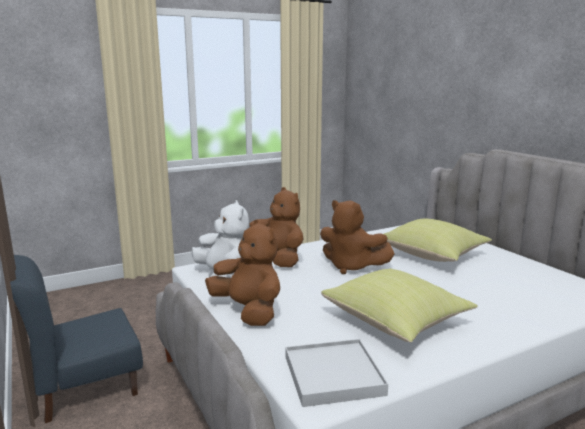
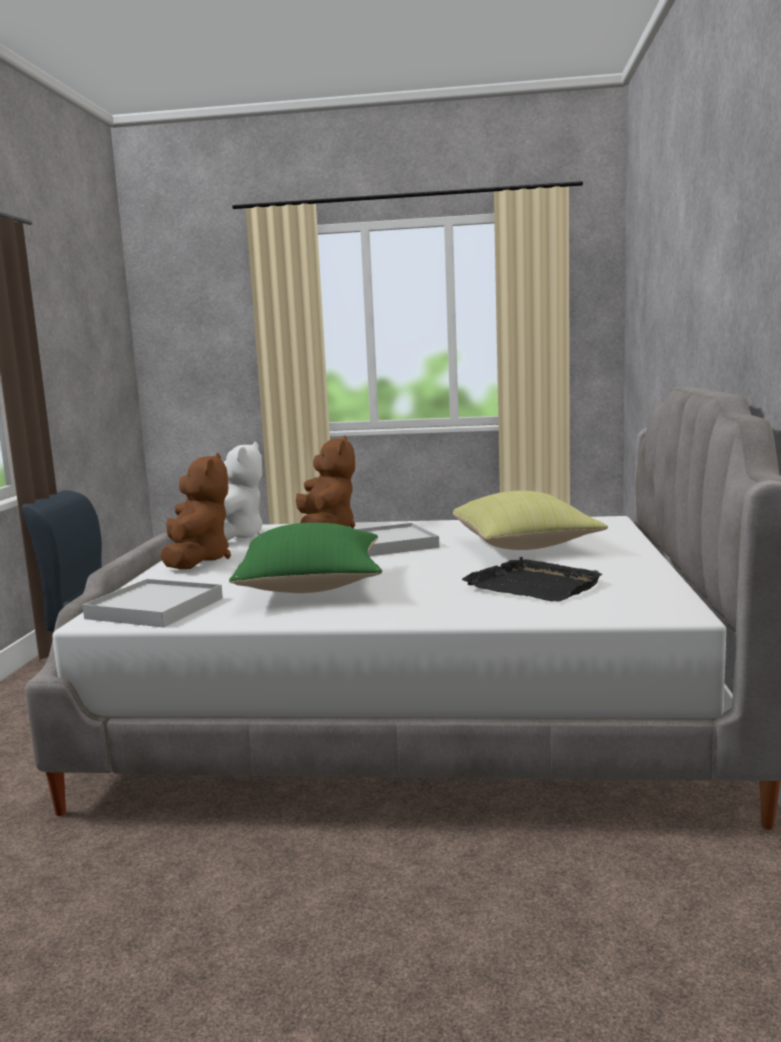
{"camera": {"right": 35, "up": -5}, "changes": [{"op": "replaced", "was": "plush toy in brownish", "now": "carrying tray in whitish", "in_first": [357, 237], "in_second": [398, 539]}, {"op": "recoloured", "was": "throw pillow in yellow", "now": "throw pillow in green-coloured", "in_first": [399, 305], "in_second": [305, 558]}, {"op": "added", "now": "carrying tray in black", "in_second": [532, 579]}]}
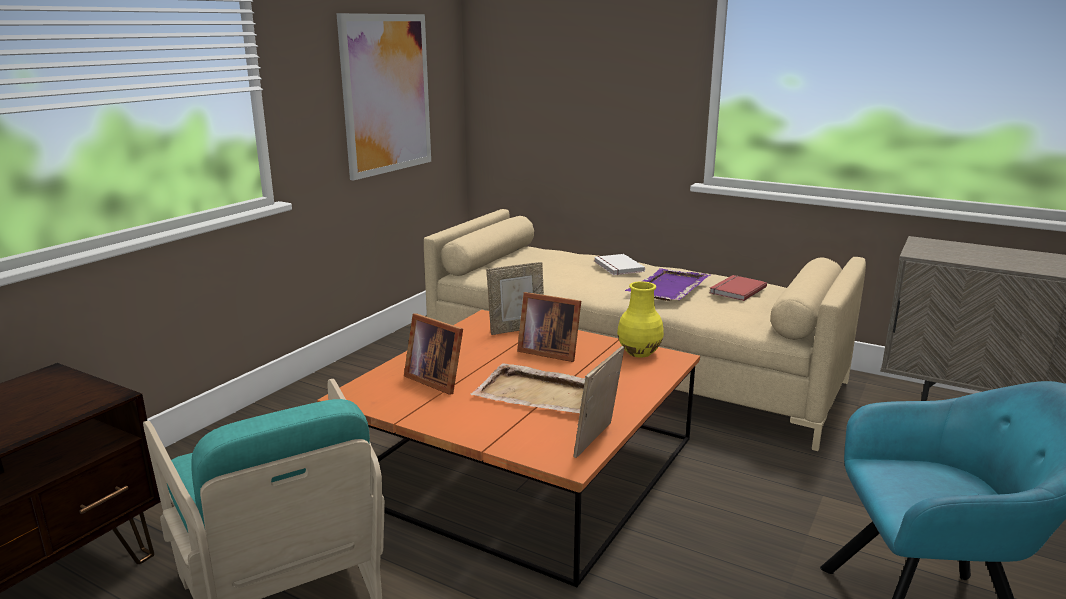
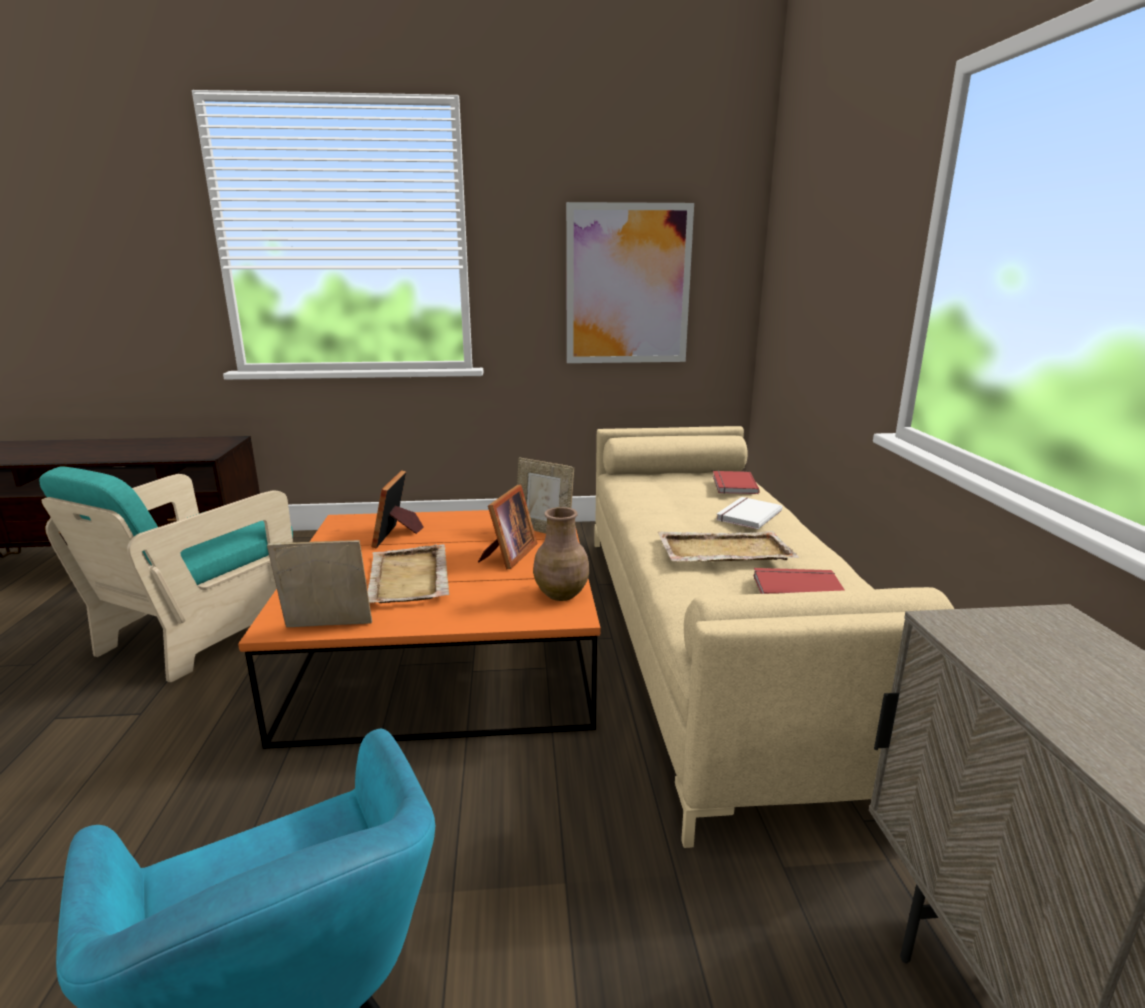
{"camera": {"right": 55, "up": 0}, "changes": [{"op": "turned", "was": "photo frame", "in_first": [549, 327], "in_second": [507, 527], "clockwise": -150}, {"op": "recoloured", "was": "vase in yellow", "now": "vase in brownish", "in_first": [640, 319], "in_second": [561, 554]}, {"op": "recoloured", "was": "carrying tray in purple", "now": "carrying tray in sand-coloured", "in_first": [667, 284], "in_second": [728, 546]}, {"op": "added", "now": "bound book in reddish", "in_second": [736, 482]}]}
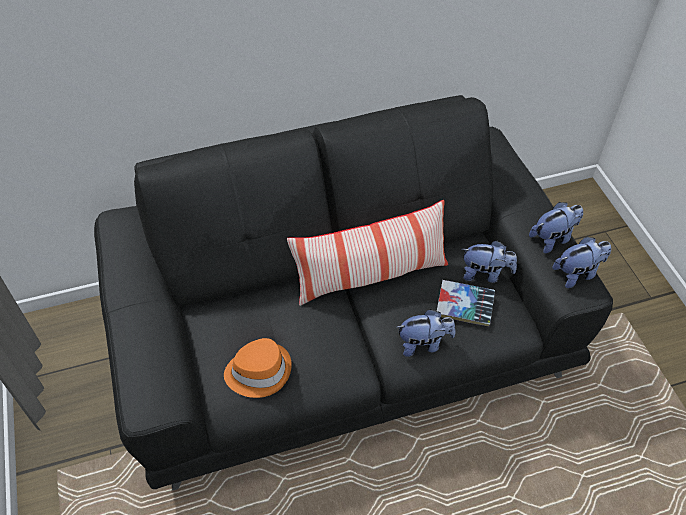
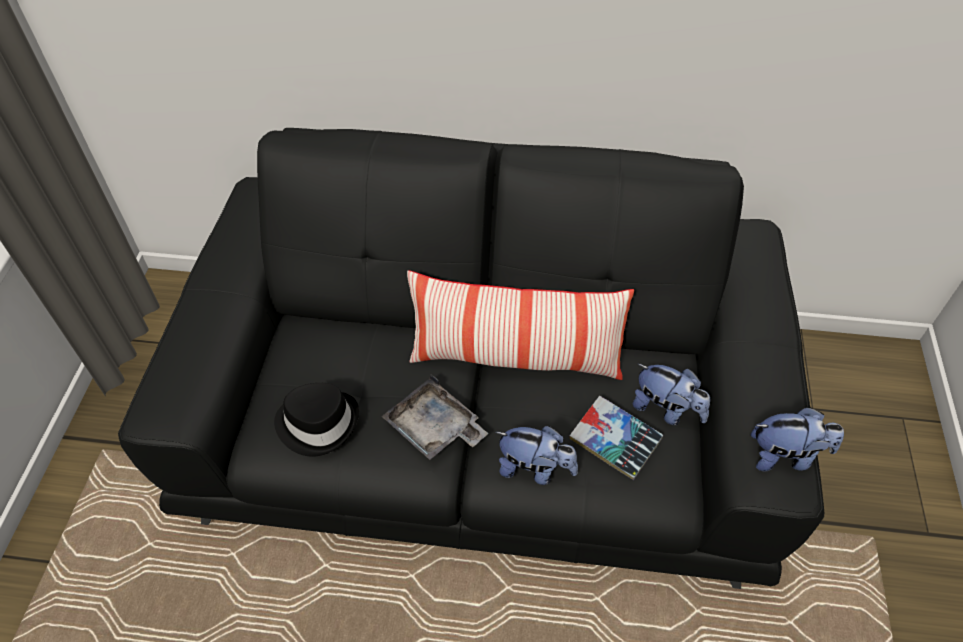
{"camera": {"right": 25, "up": 0}, "changes": [{"op": "recoloured", "was": "clothing hat in orangey", "now": "clothing hat in black", "in_first": [258, 368], "in_second": [316, 420]}, {"op": "removed", "was": "plush toy", "in_first": [556, 227]}, {"op": "added", "now": "carrying tray in grey", "in_second": [435, 417]}]}
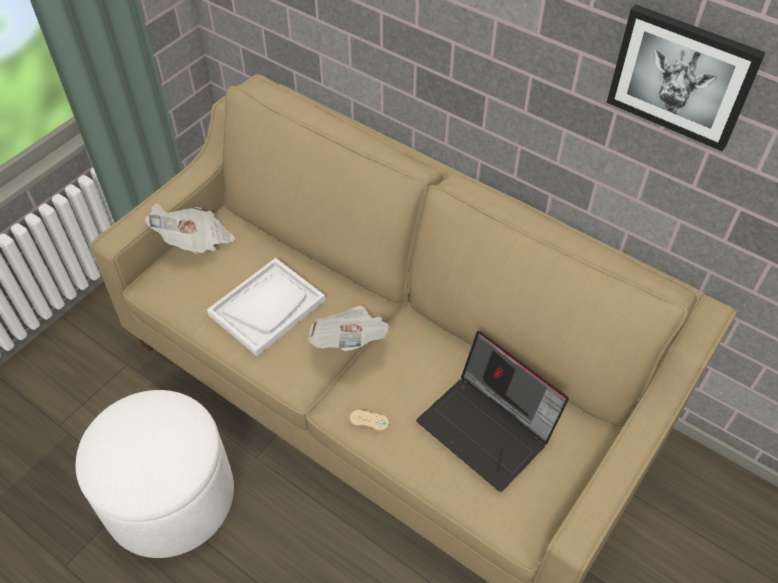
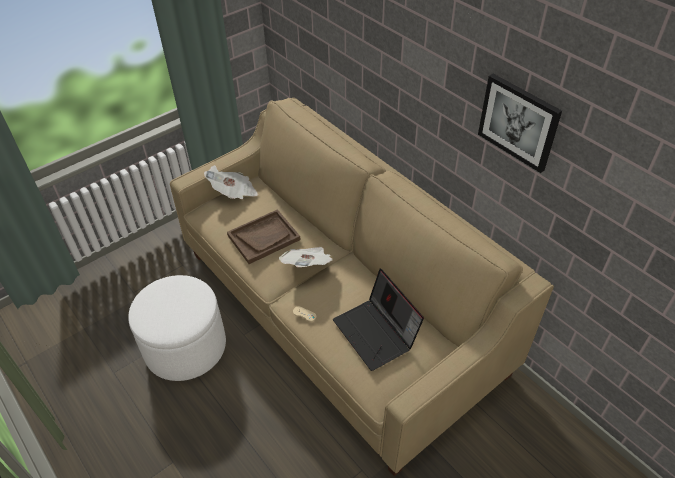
{"camera": {"right": 15, "up": -5}, "changes": [{"op": "recoloured", "was": "carrying tray in whitish", "now": "carrying tray in brownish", "in_first": [266, 307], "in_second": [264, 236]}]}
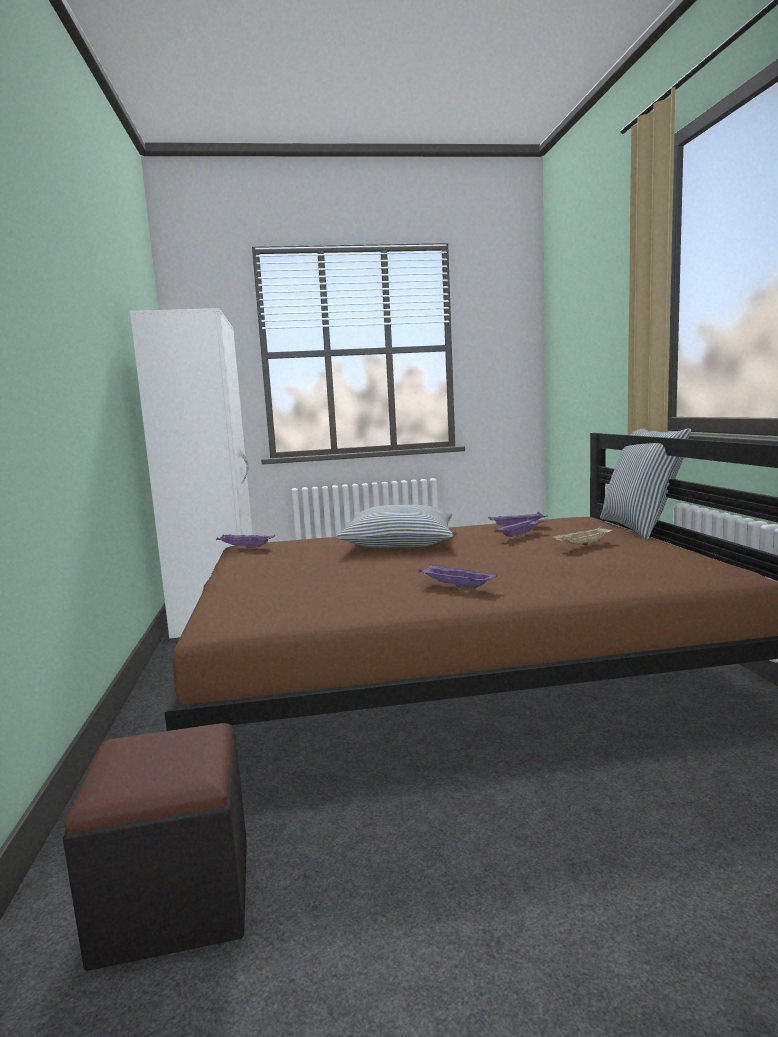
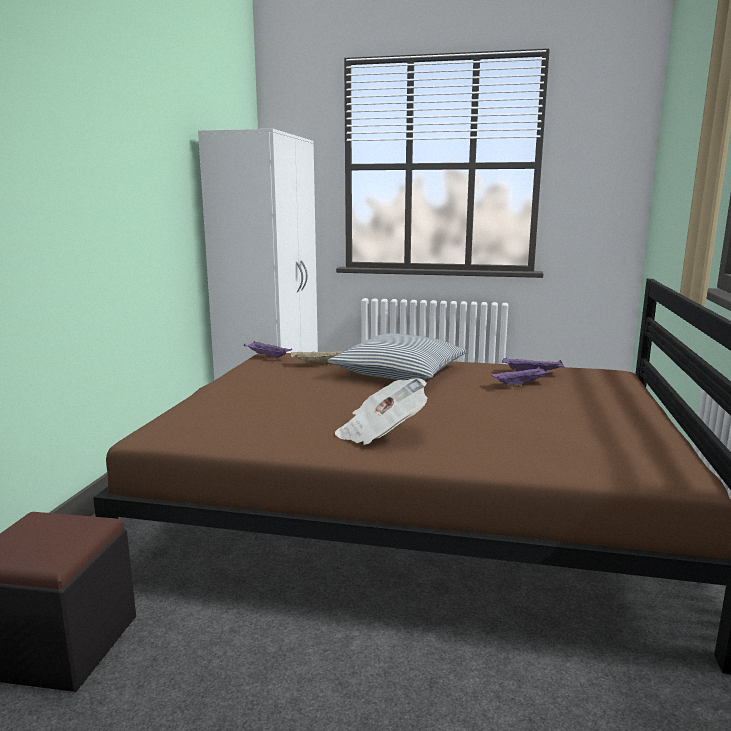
{"camera": {"right": 20, "up": 5}, "changes": [{"op": "replaced", "was": "carrying tray in purple", "now": "printed paper", "in_first": [458, 577], "in_second": [381, 411]}, {"op": "moved", "was": "carrying tray in sand-coloured", "in_first": [582, 536], "in_second": [317, 358]}, {"op": "removed", "was": "throw pillow", "in_first": [645, 484]}]}
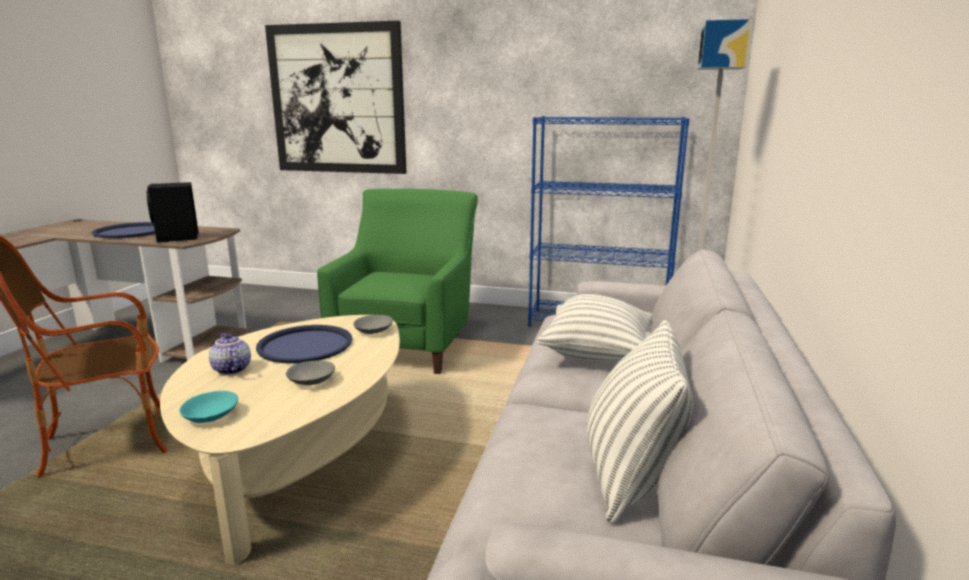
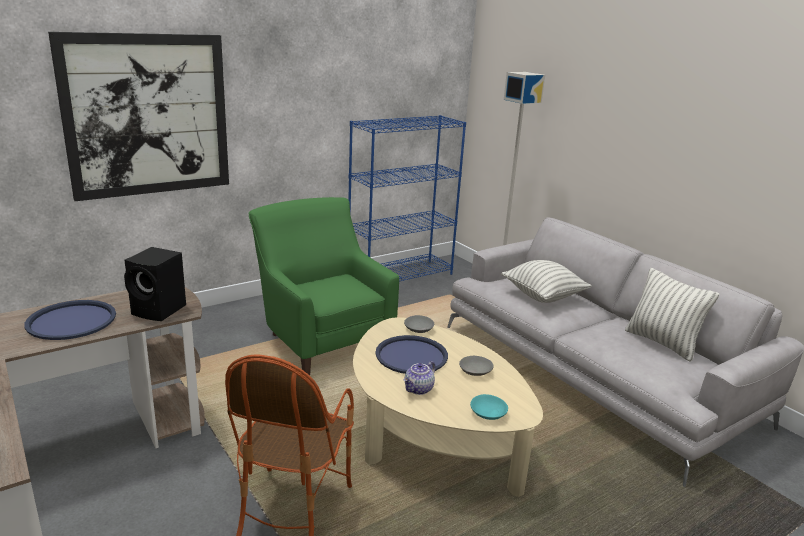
{"camera": {"right": -50, "up": 5}, "changes": [{"op": "turned", "was": "pot for tea", "in_first": [230, 354], "in_second": [420, 378], "clockwise": -60}]}
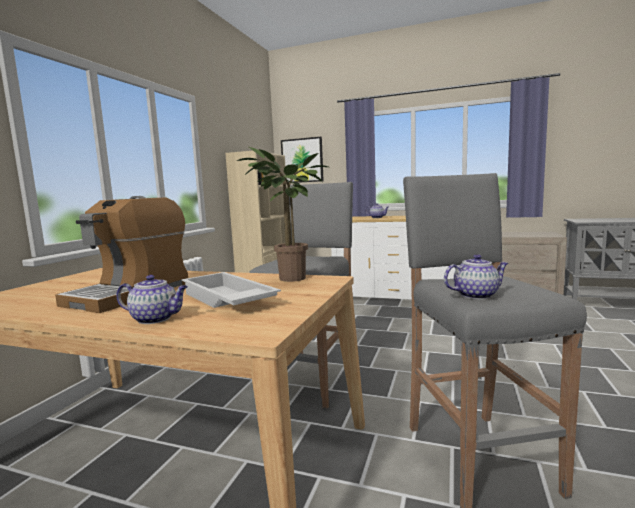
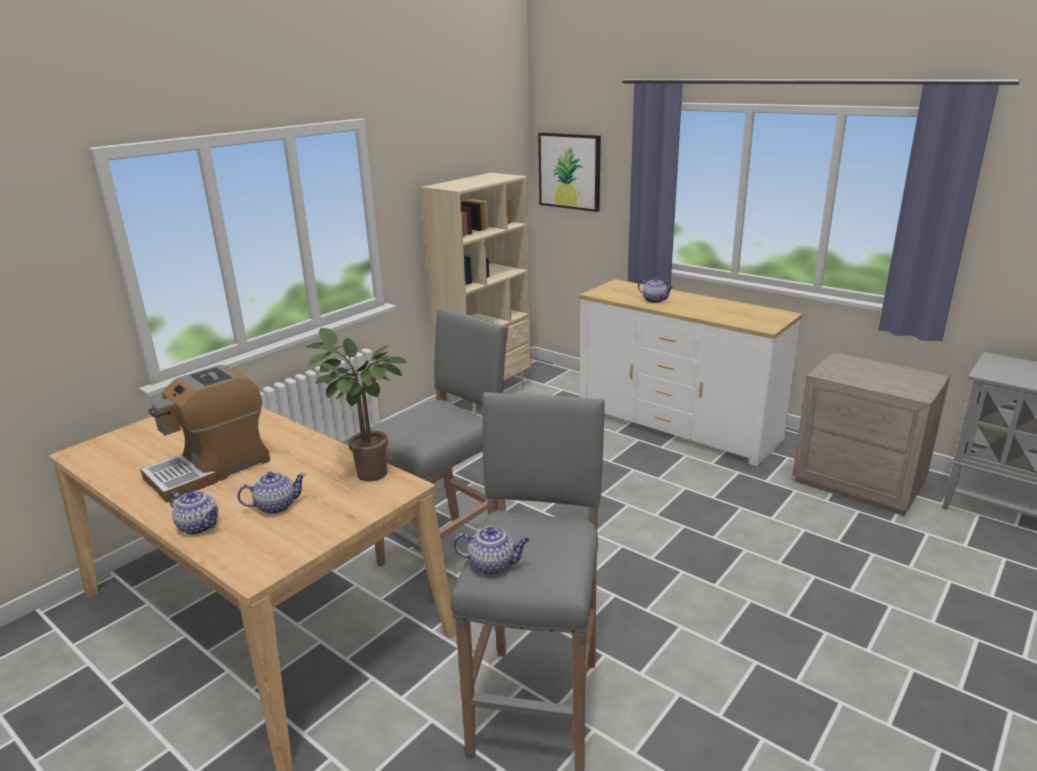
{"camera": {"right": 20, "up": 15}, "changes": [{"op": "replaced", "was": "carrying tray in whitish", "now": "pot for tea", "in_first": [231, 290], "in_second": [272, 493]}]}
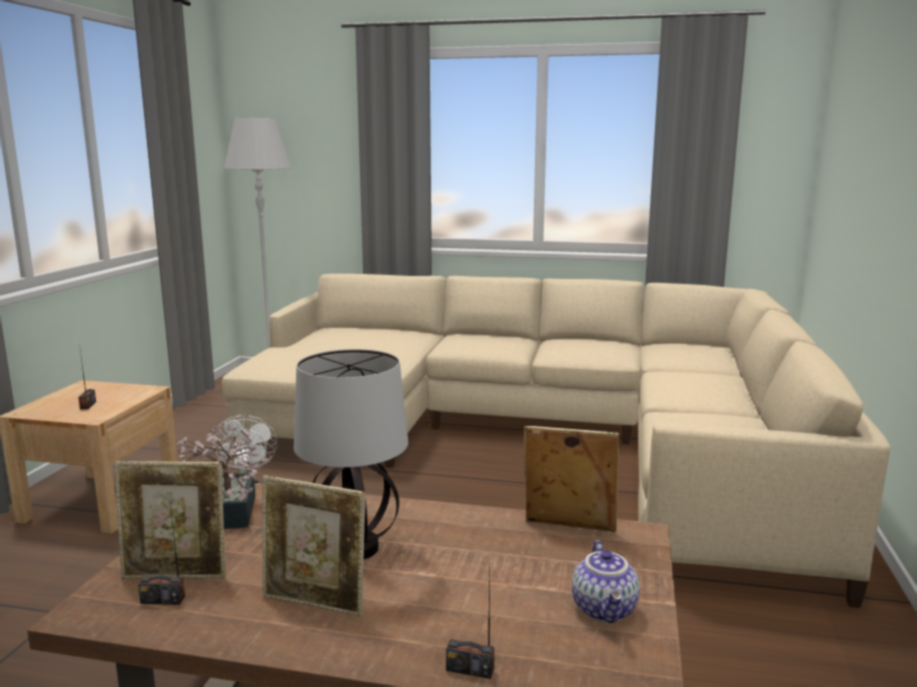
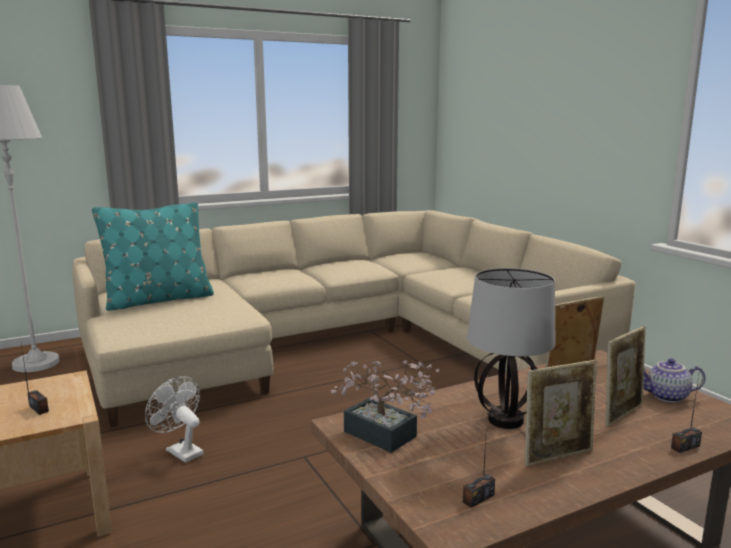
{"camera": {"right": -40, "up": 0}, "changes": [{"op": "moved", "was": "photo frame", "in_first": [170, 520], "in_second": [626, 376]}, {"op": "turned", "was": "pot for tea", "in_first": [606, 581], "in_second": [674, 380], "clockwise": 135}, {"op": "added", "now": "throw pillow in turquoise", "in_second": [153, 256]}]}
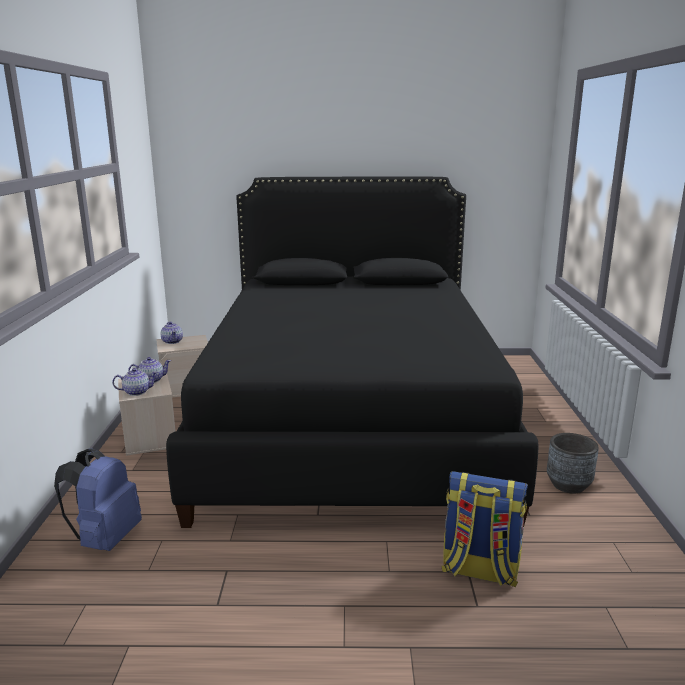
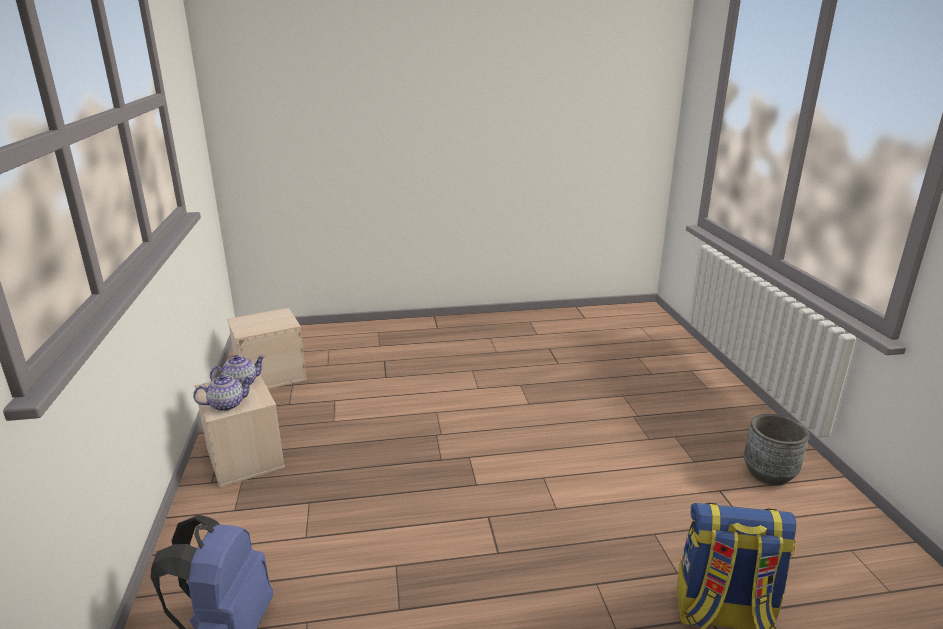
{"camera": {"right": -10, "up": 5}, "changes": [{"op": "removed", "was": "pot for tea", "in_first": [172, 333]}, {"op": "removed", "was": "bedroom bed in black", "in_first": [352, 352]}]}
